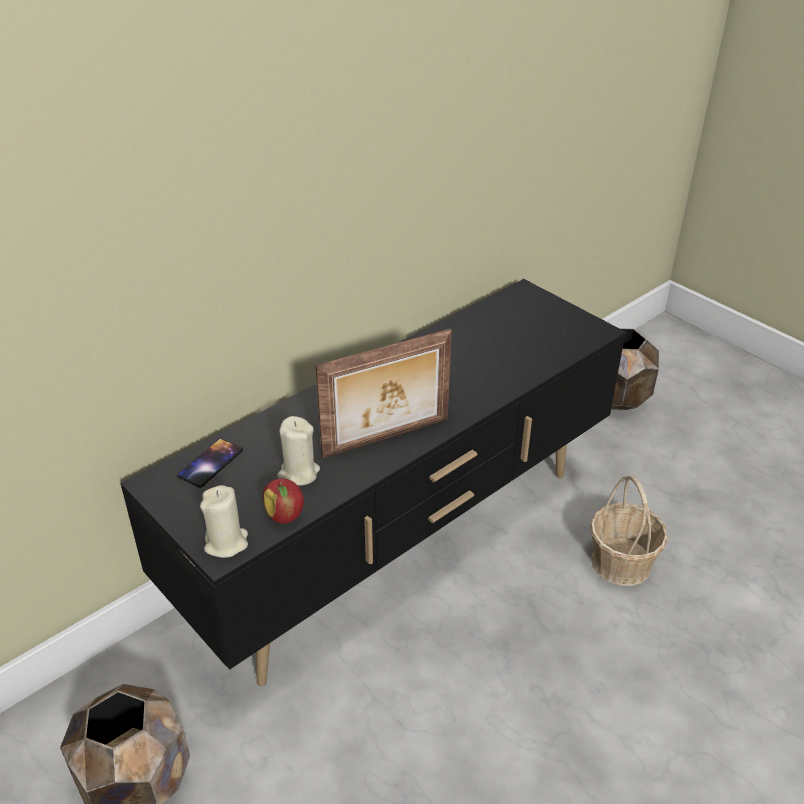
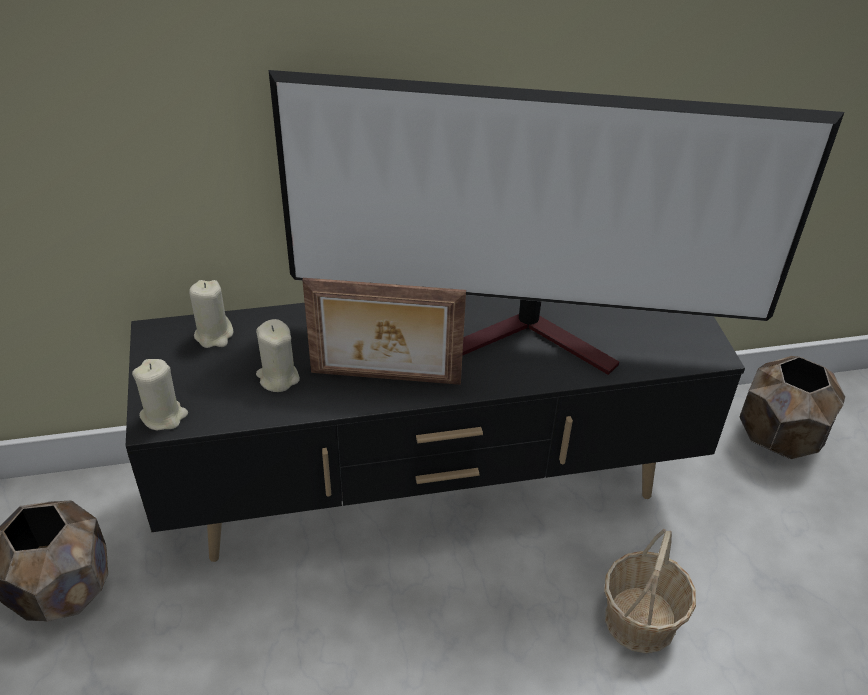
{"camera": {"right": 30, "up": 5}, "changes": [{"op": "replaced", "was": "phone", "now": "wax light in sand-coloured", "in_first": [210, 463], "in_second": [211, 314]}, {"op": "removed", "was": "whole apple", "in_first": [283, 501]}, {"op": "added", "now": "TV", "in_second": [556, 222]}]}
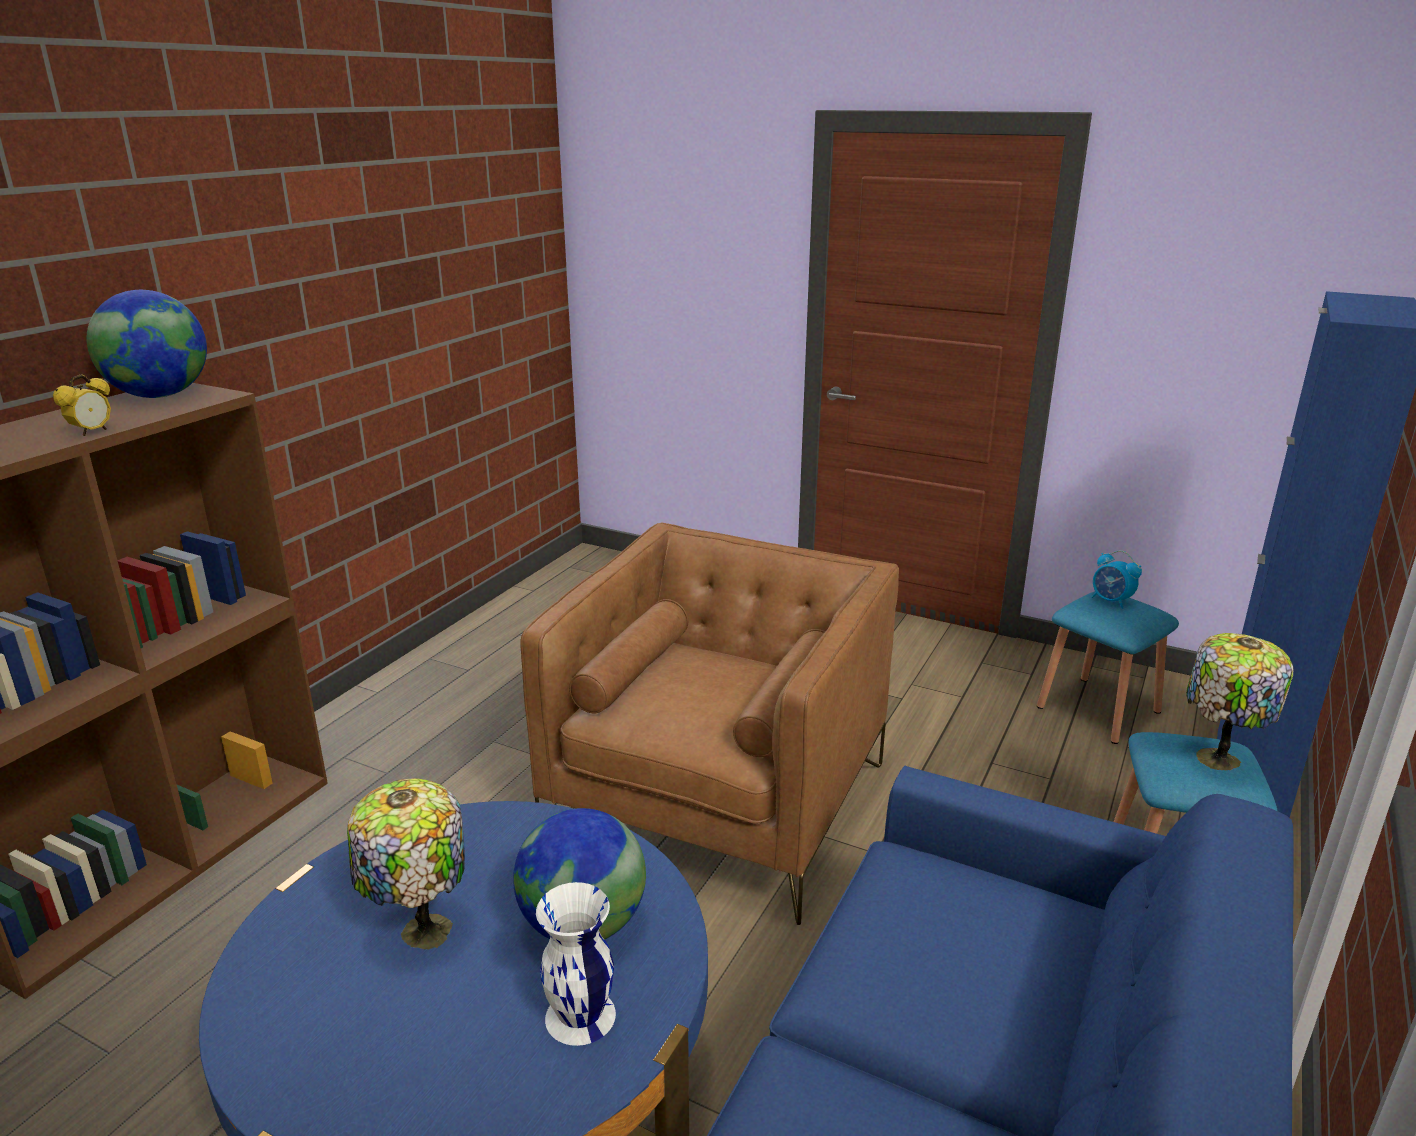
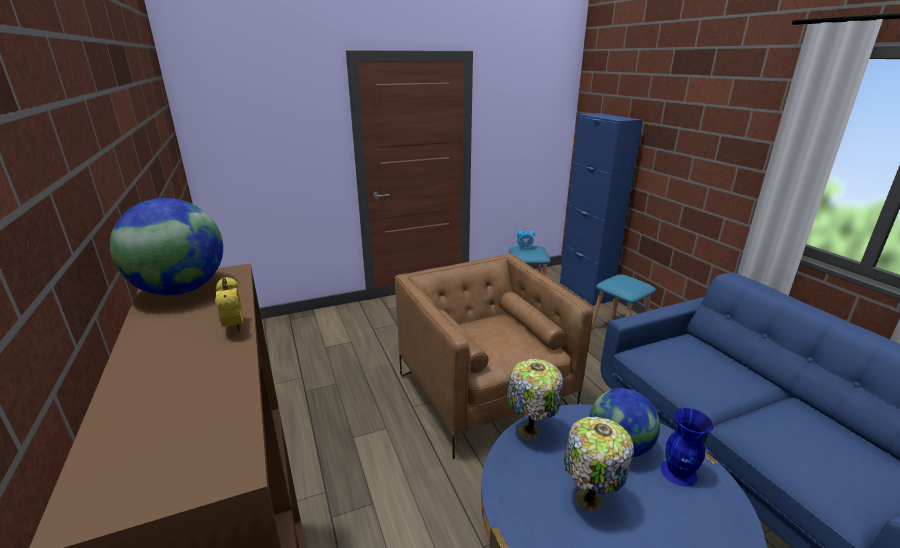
{"camera": {"right": -50, "up": 0}, "changes": [{"op": "recoloured", "was": "vase in whitish", "now": "vase in blue", "in_first": [576, 964], "in_second": [687, 447]}, {"op": "moved", "was": "lamp for a table", "in_first": [1239, 701], "in_second": [535, 400]}]}
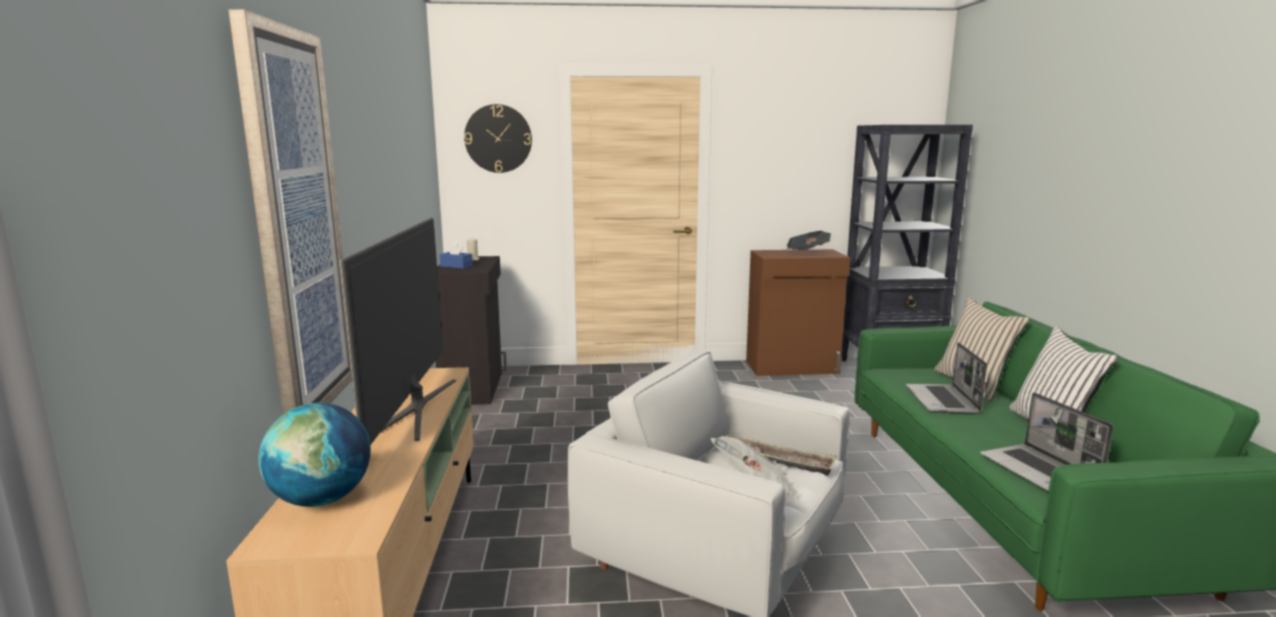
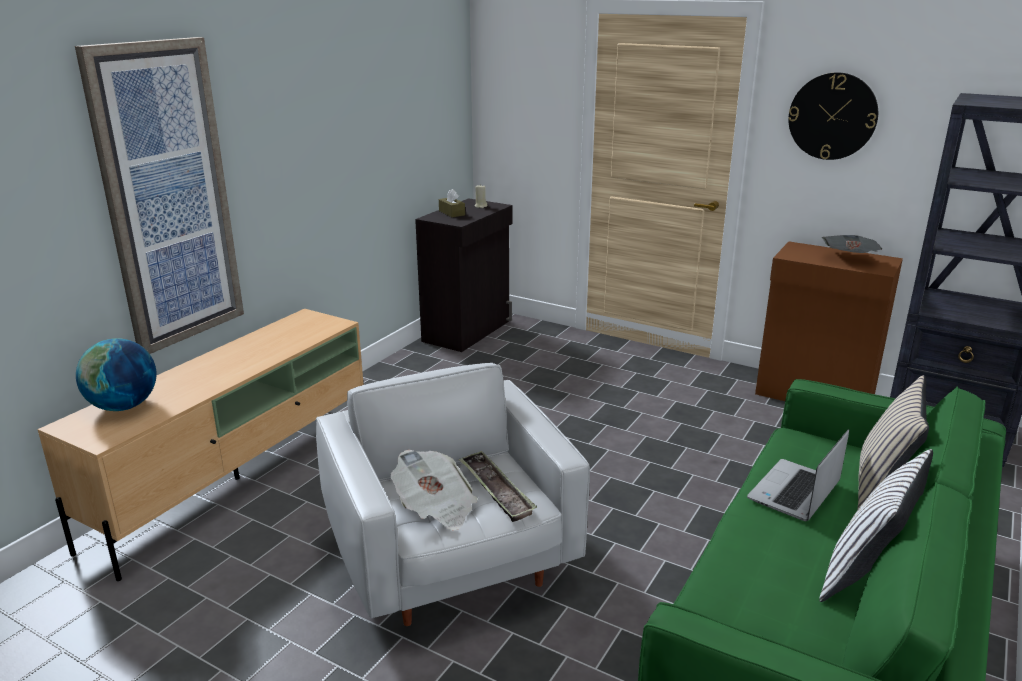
{"camera": {"right": 35, "up": 10}, "changes": [{"op": "removed", "was": "TV", "in_first": [398, 331]}, {"op": "recoloured", "was": "tissue holder in blue", "now": "tissue holder in brownish", "in_first": [456, 255], "in_second": [452, 203]}, {"op": "moved", "was": "hanging clock", "in_first": [498, 138], "in_second": [833, 116]}, {"op": "removed", "was": "laptop", "in_first": [1046, 441]}]}
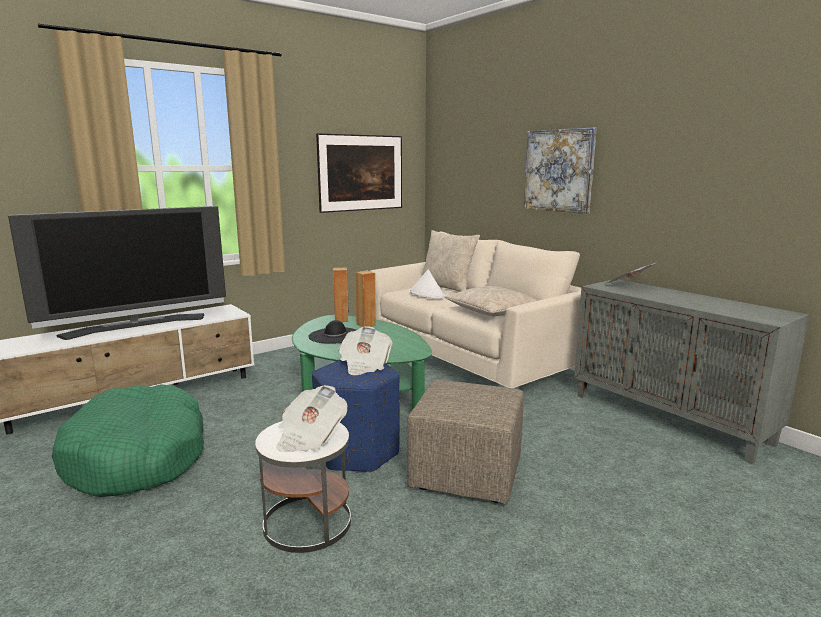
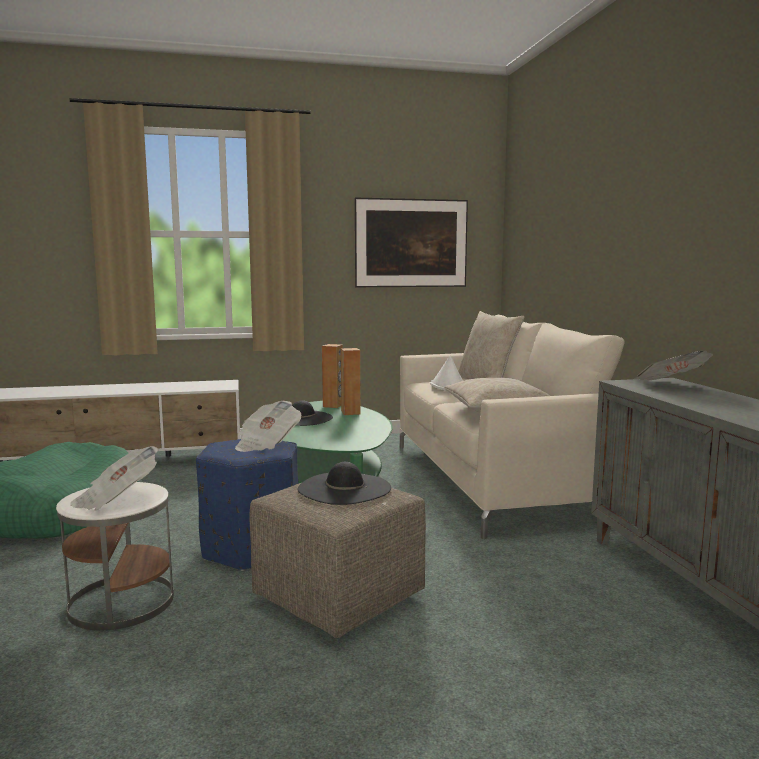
{"camera": {"right": 25, "up": -5}, "changes": [{"op": "removed", "was": "TV", "in_first": [117, 273]}, {"op": "removed", "was": "wall picture", "in_first": [560, 170]}, {"op": "added", "now": "clothing hat in black", "in_second": [344, 483]}]}
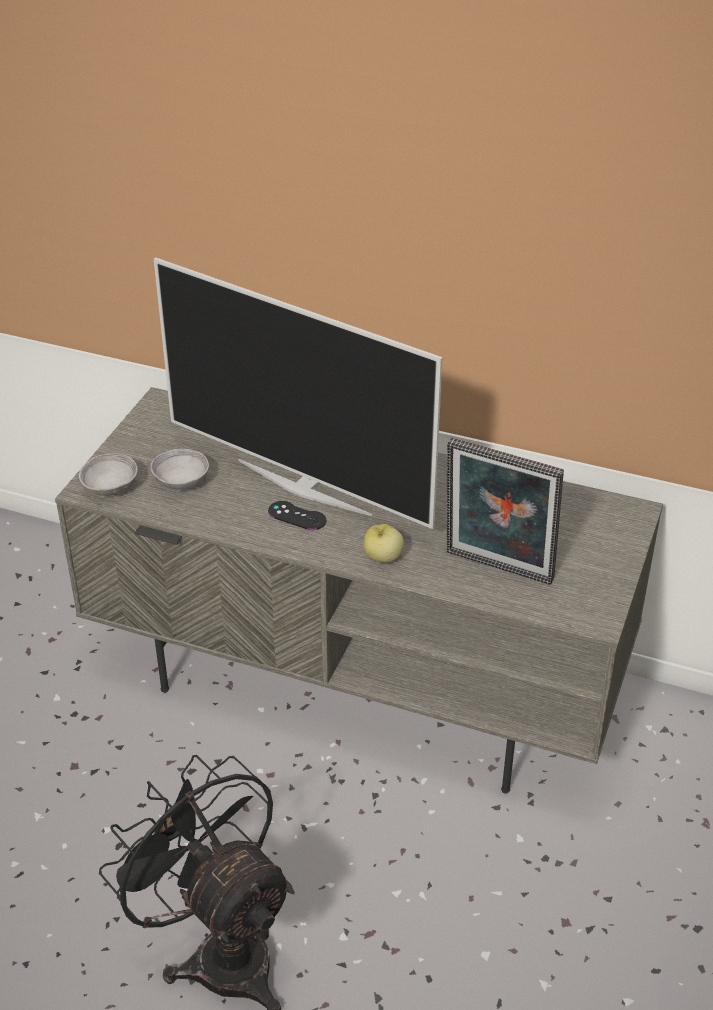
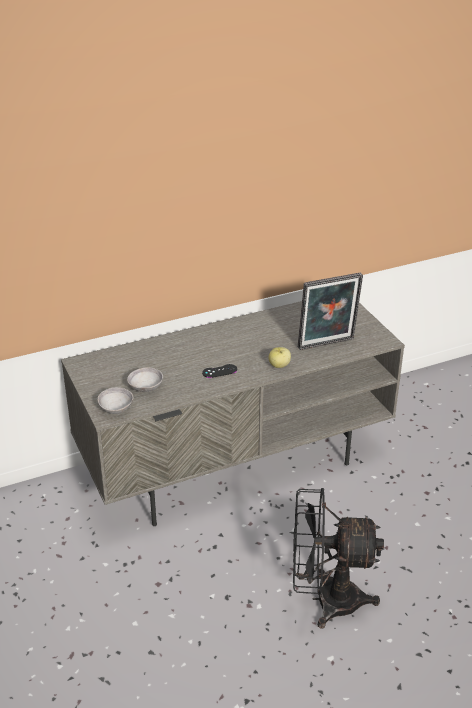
{"camera": {"right": -45, "up": -5}, "changes": [{"op": "removed", "was": "TV", "in_first": [298, 393]}]}
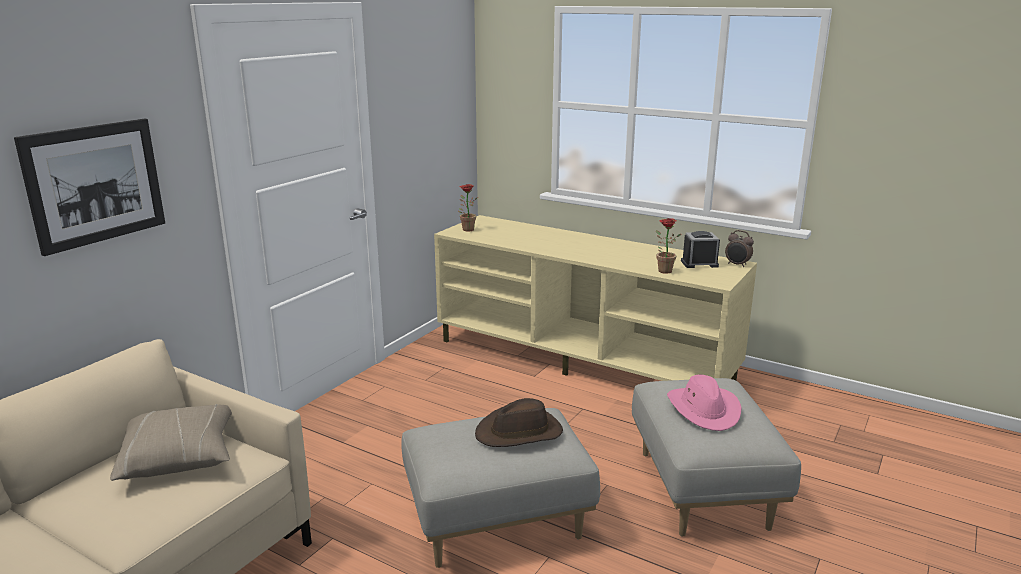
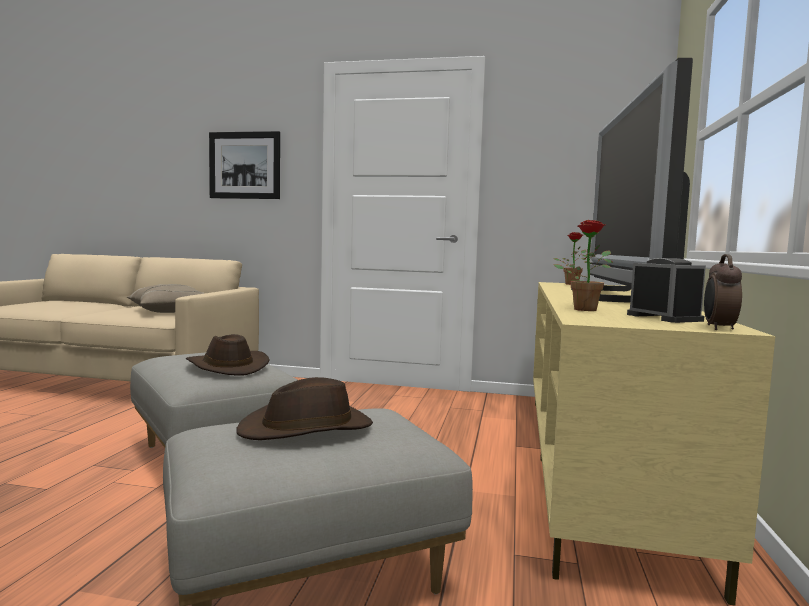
{"camera": {"right": 70, "up": -15}, "changes": [{"op": "recoloured", "was": "clothing hat in pinkish", "now": "clothing hat in brownish", "in_first": [704, 403], "in_second": [304, 408]}, {"op": "added", "now": "TV", "in_second": [632, 180]}]}
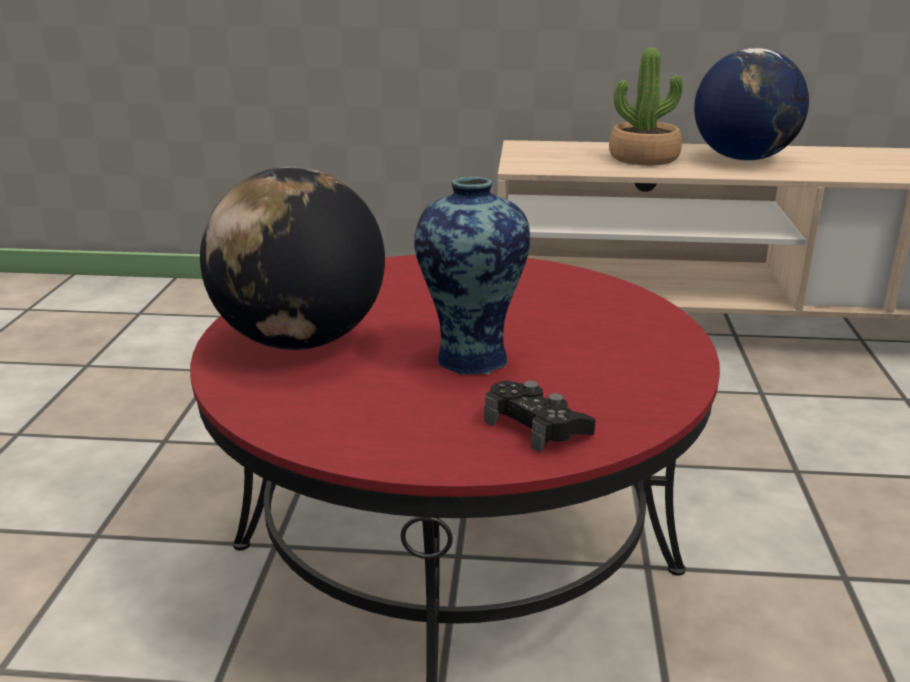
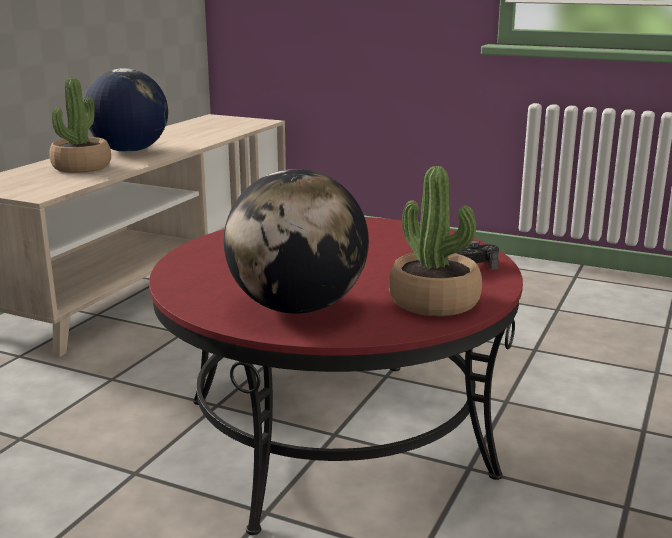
{"camera": {"right": -70, "up": -5}, "changes": [{"op": "removed", "was": "vase", "in_first": [472, 275]}, {"op": "added", "now": "houseplant", "in_second": [435, 241]}]}
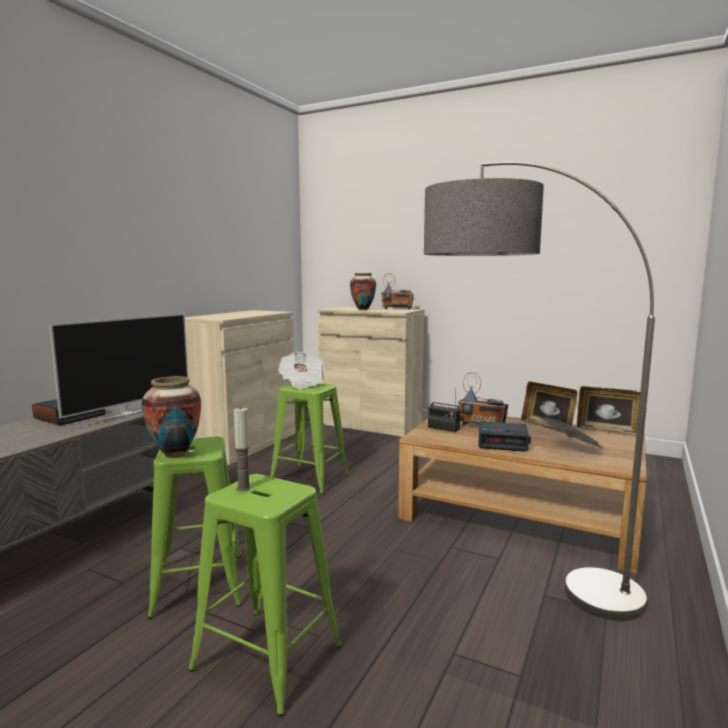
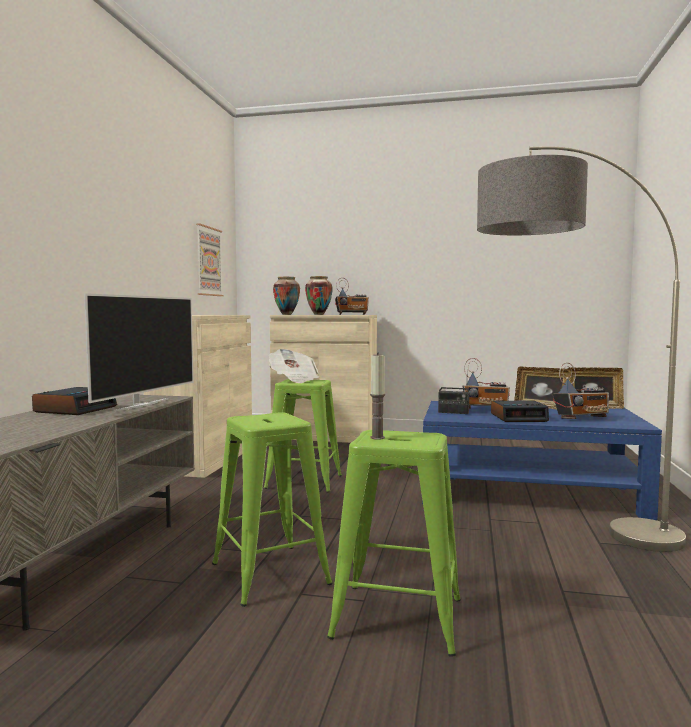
{"camera": {"right": -15, "up": -5}, "changes": [{"op": "moved", "was": "vase", "in_first": [171, 417], "in_second": [286, 296]}, {"op": "recoloured", "was": "lounge table in brownish", "now": "lounge table in blue", "in_first": [522, 494], "in_second": [542, 460]}, {"op": "replaced", "was": "printed paper", "now": "radio", "in_first": [572, 432], "in_second": [581, 391]}, {"op": "added", "now": "wall picture", "in_second": [209, 259]}]}
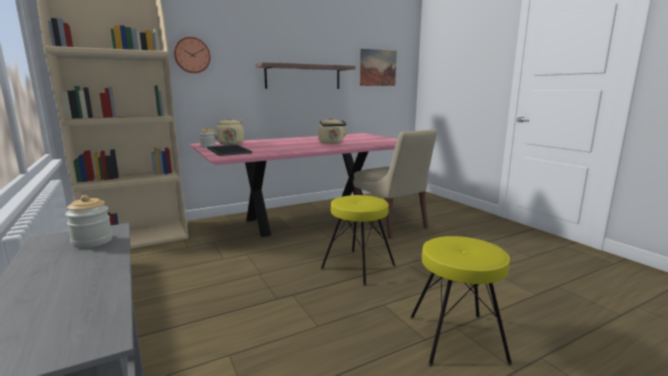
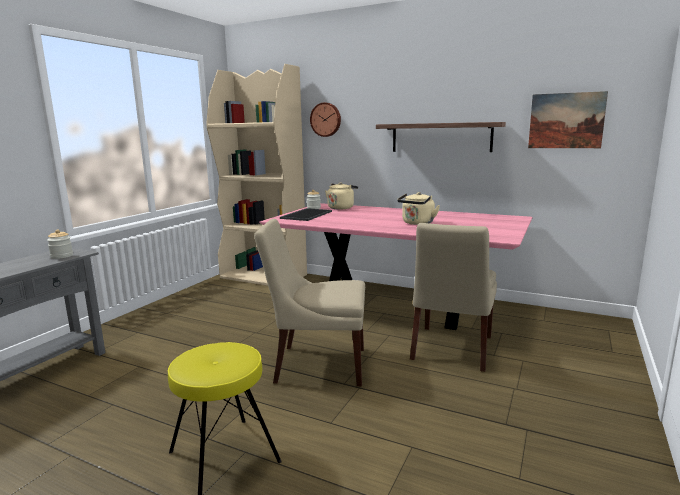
{"camera": {"right": 55, "up": 0}, "changes": [{"op": "replaced", "was": "stool in yellow", "now": "plain chair in sand-coloured", "in_first": [358, 240], "in_second": [309, 302]}]}
